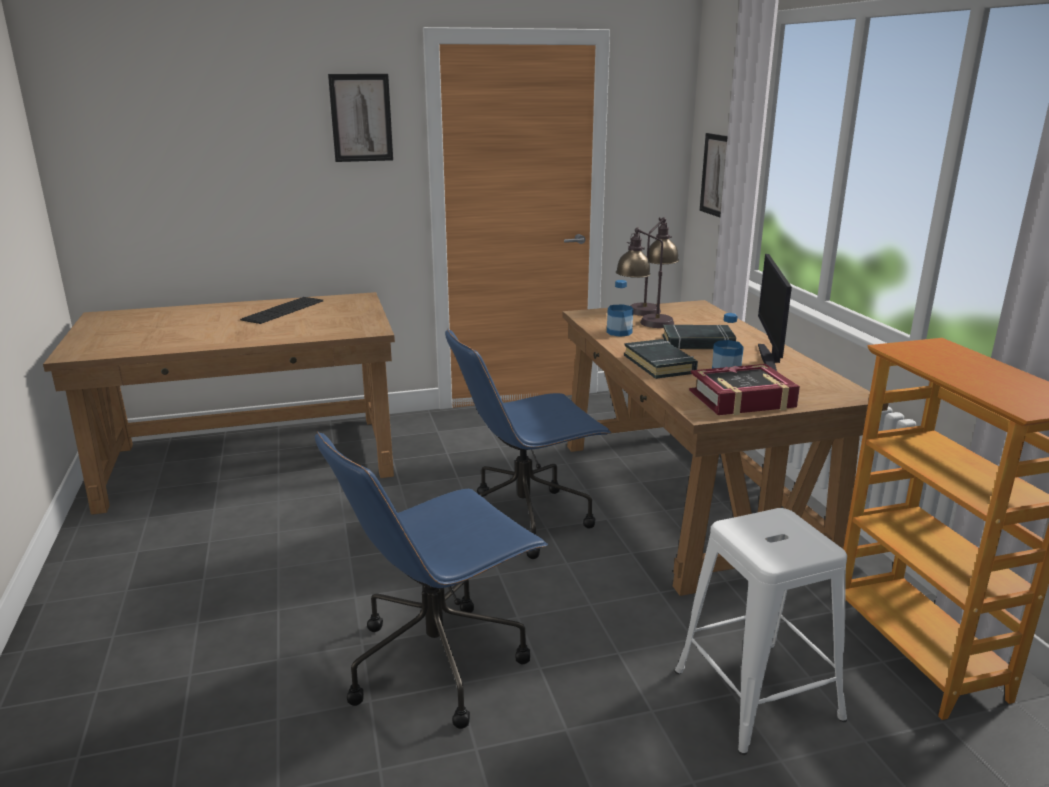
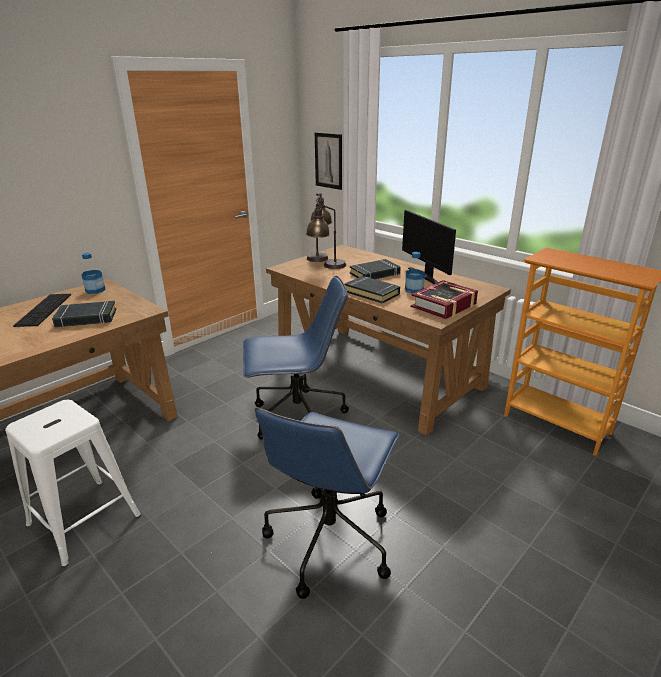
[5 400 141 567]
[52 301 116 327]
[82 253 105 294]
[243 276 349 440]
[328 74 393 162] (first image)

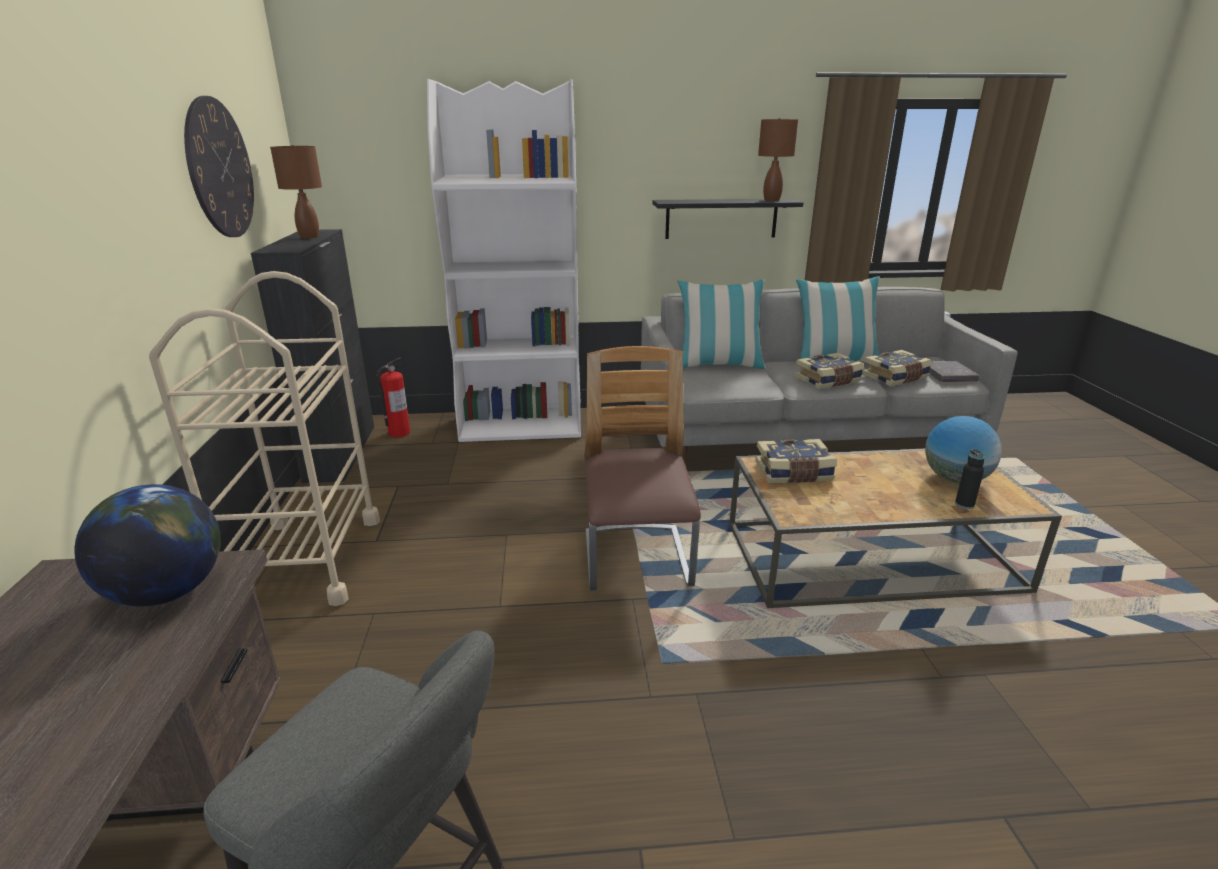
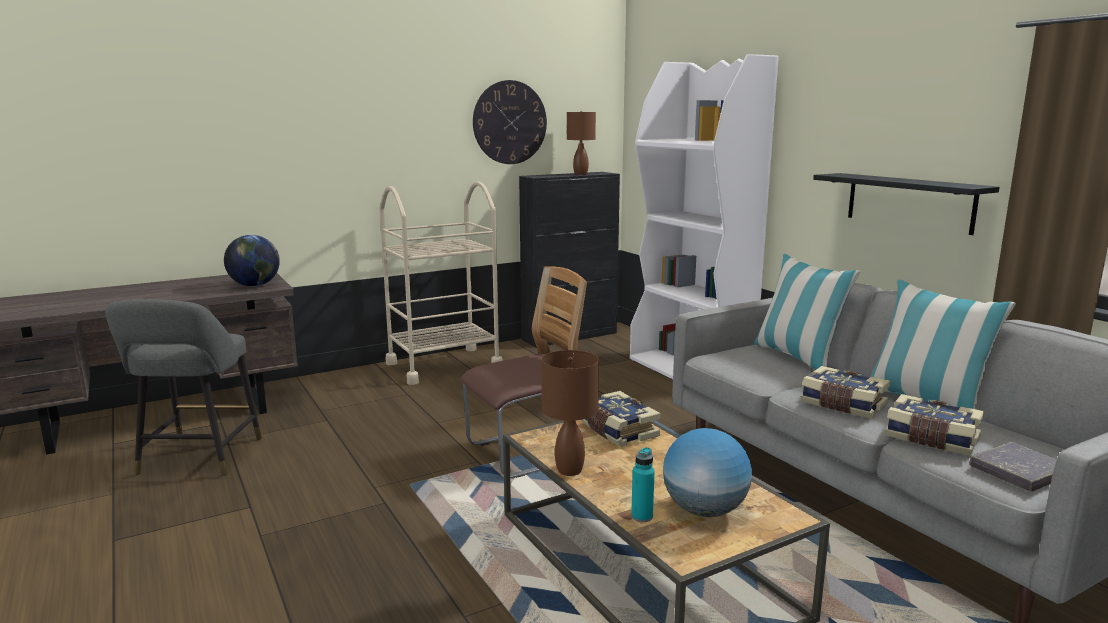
[541 350 599 476]
[631 447 655 522]
[377 357 411 438] (first image)

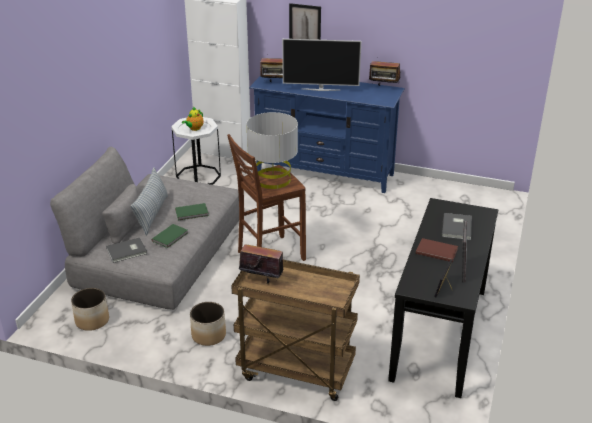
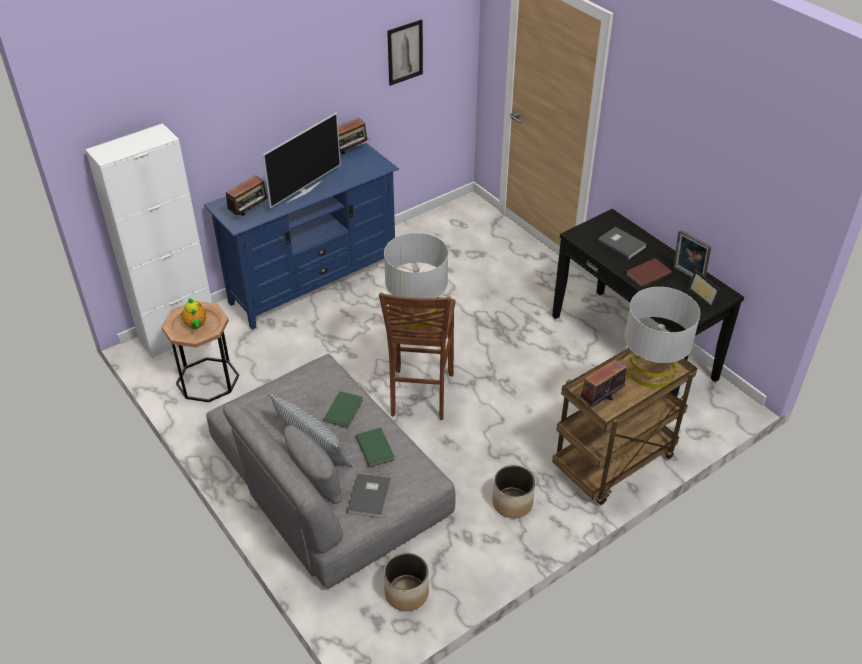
[161 301 239 402]
[387 19 423 86]
[624 287 700 388]

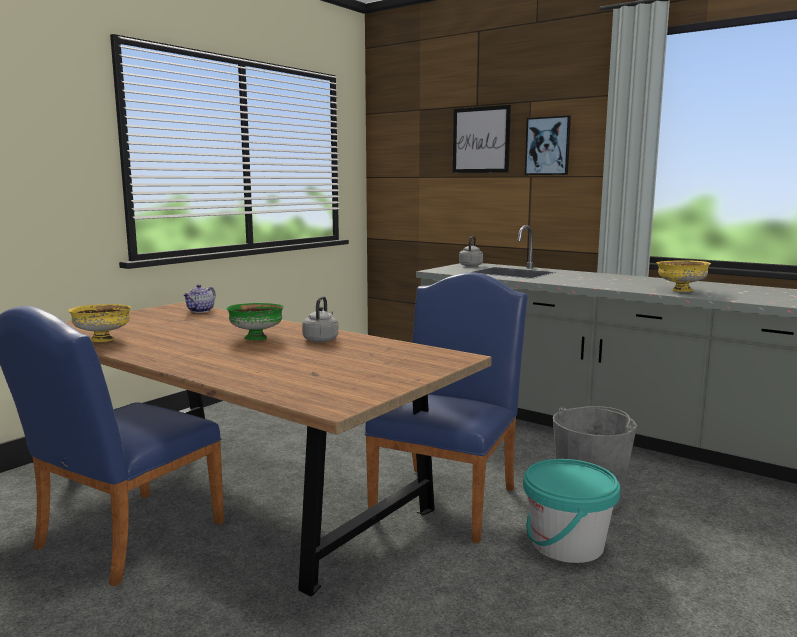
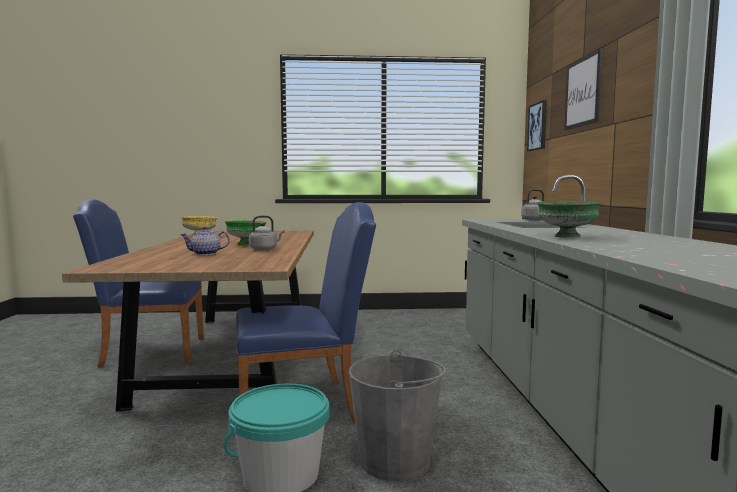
[181 227 230 255]
[527 100 547 151]
[537 201 601 237]
[657 260 711 292] (first image)

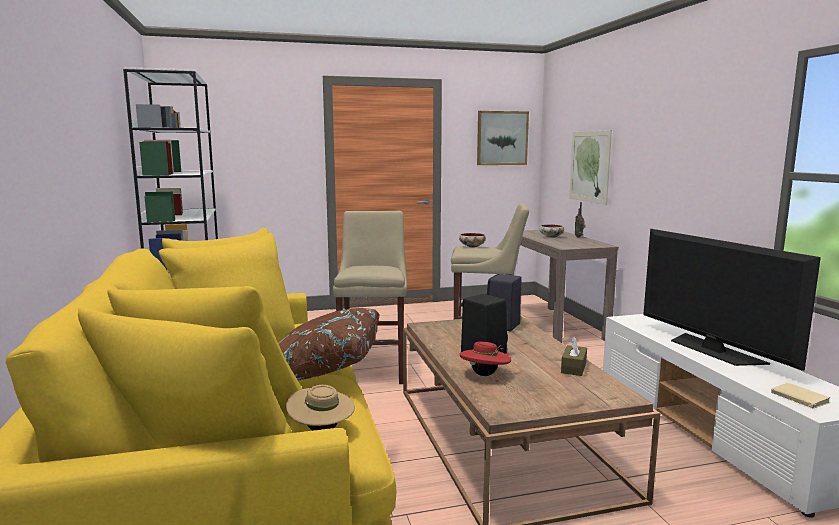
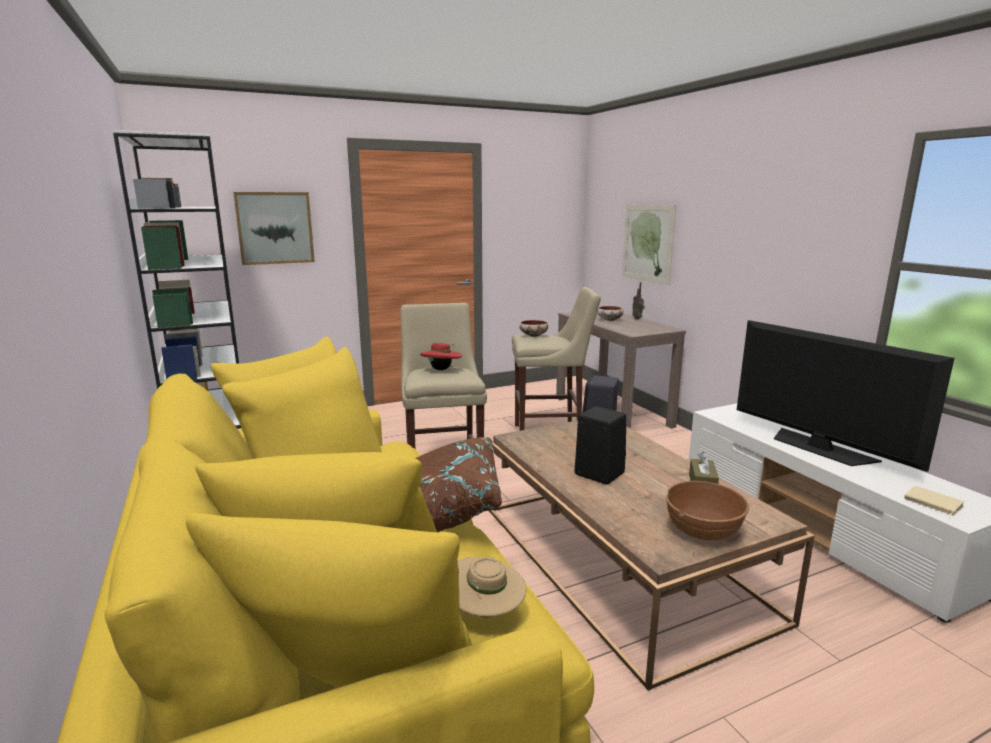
[233 192 315 265]
[420 343 462 370]
[666 481 749 540]

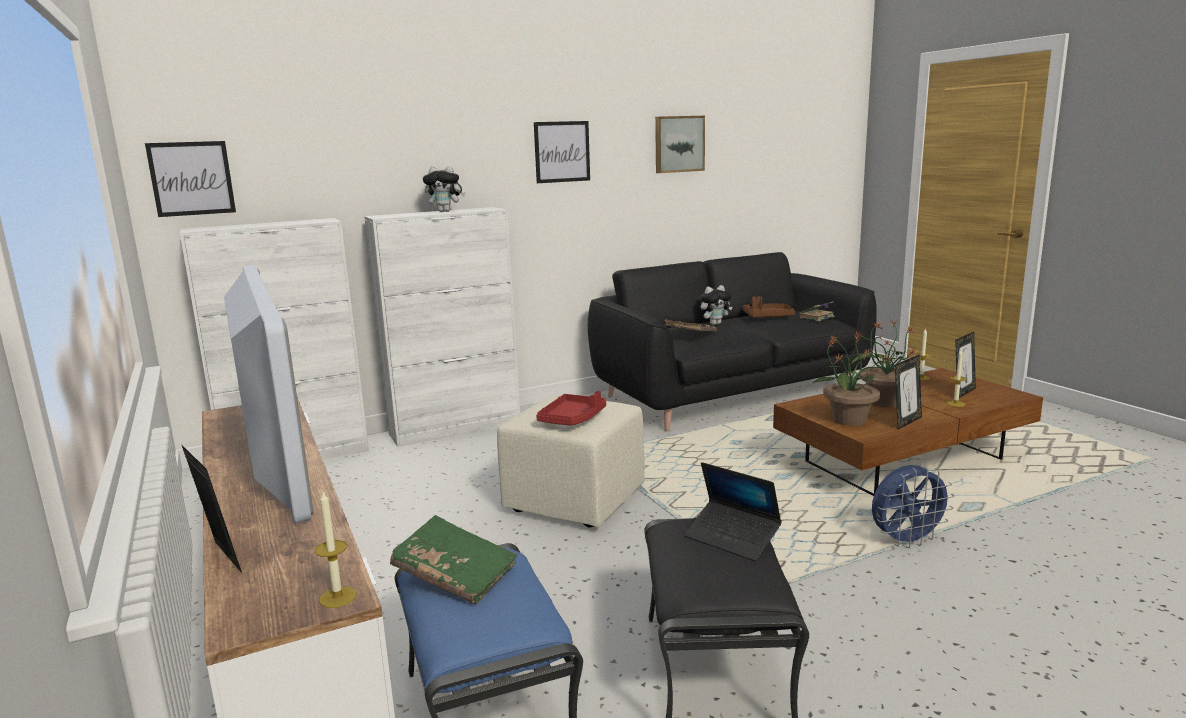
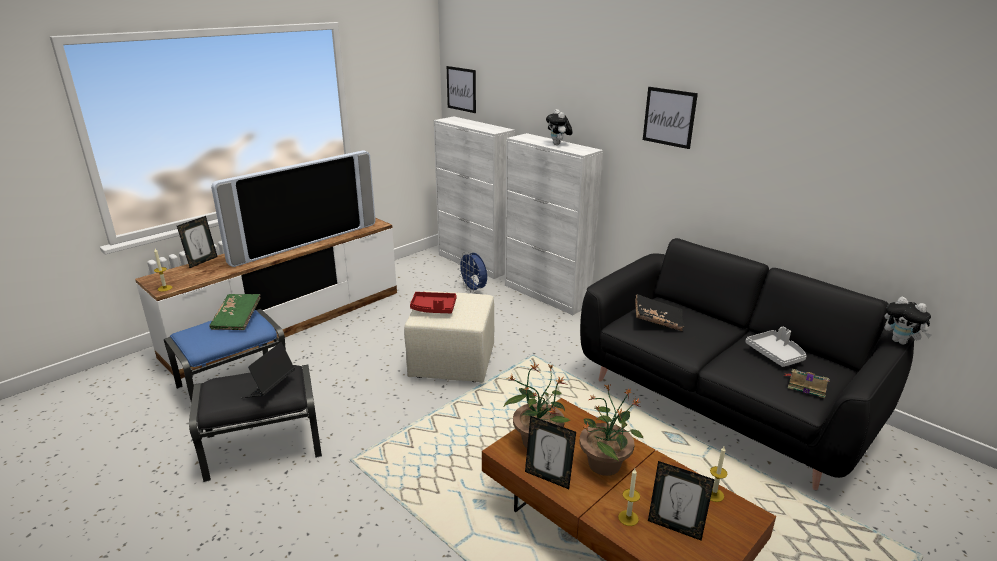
[457 252 487 293]
[745 327 807 367]
[884 297 932 345]
[655 116 705 173] (first image)

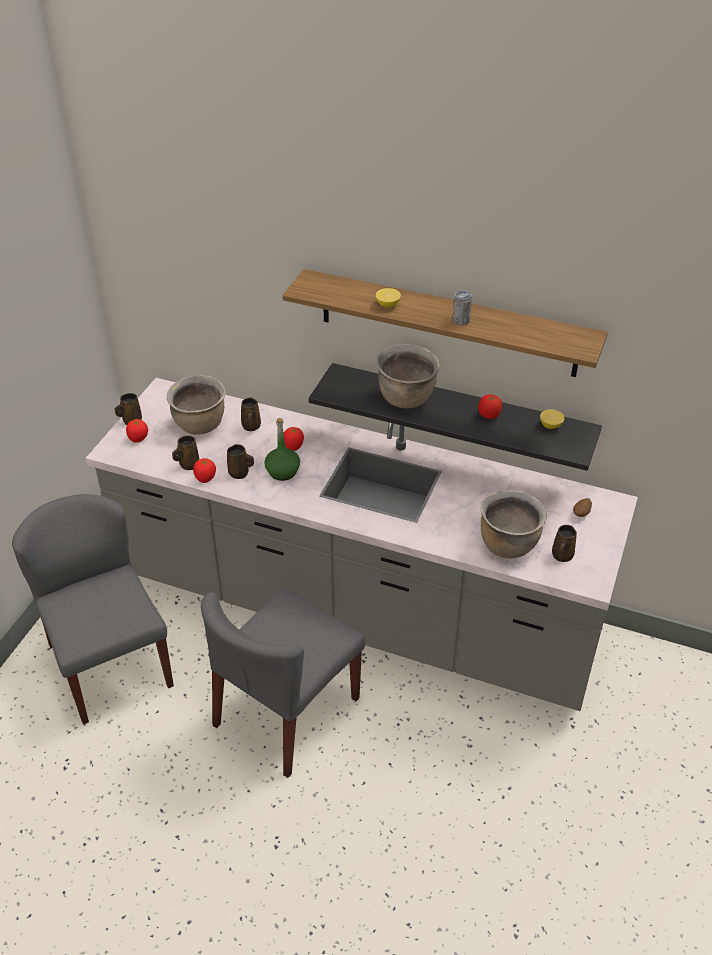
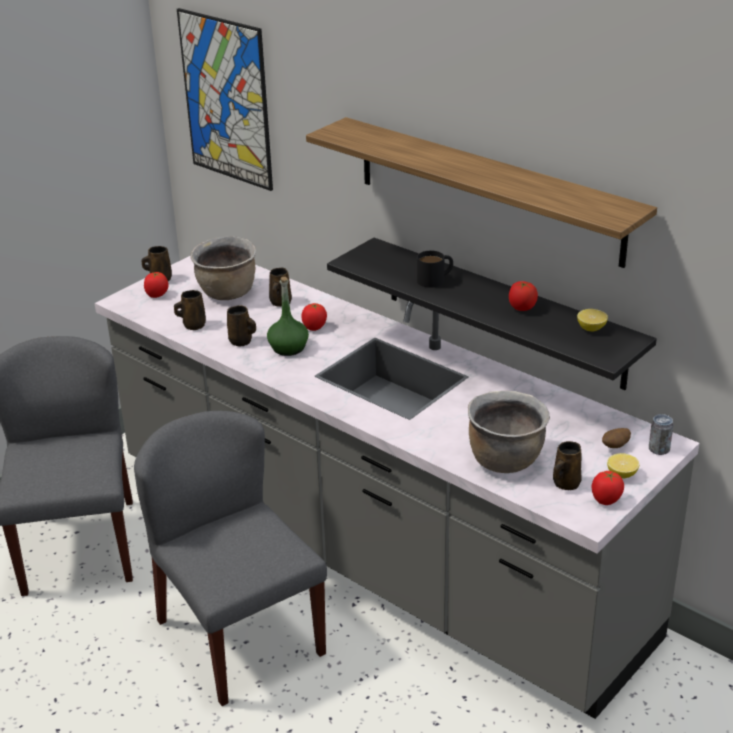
[134 411 327 706]
[177 8 273 191]
[417 251 453 288]
[592 471 624 505]
[607 453 639 478]
[649 414 673 455]

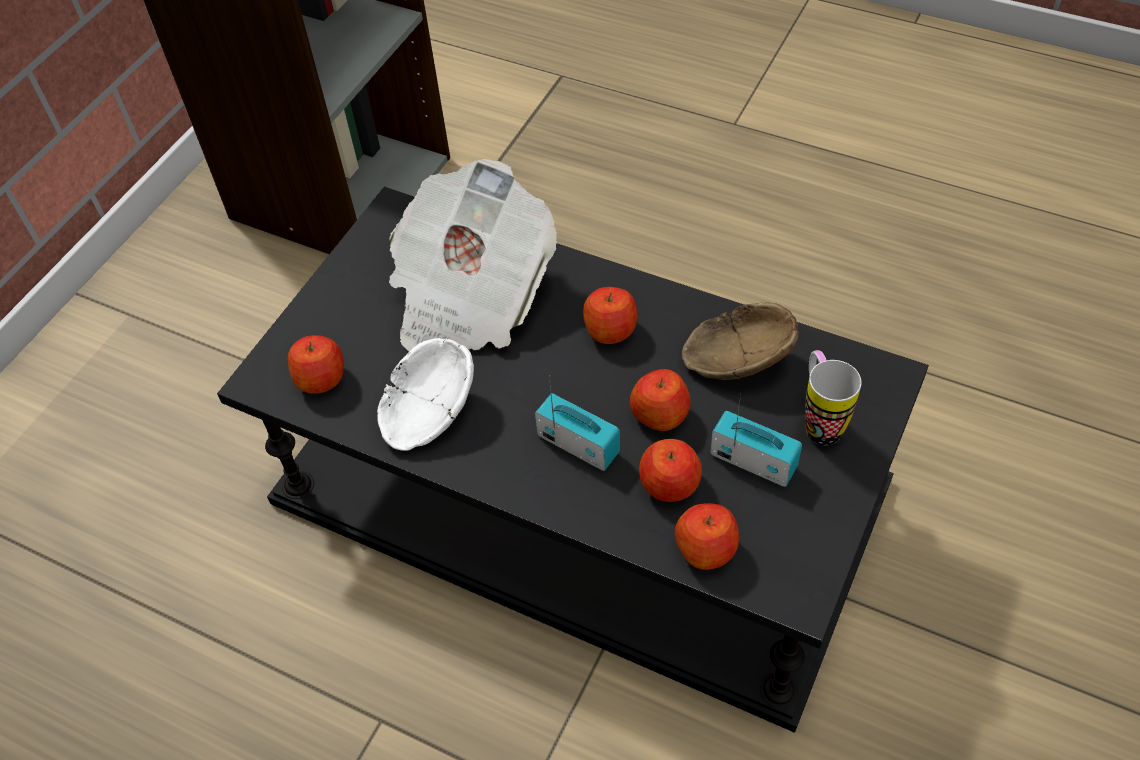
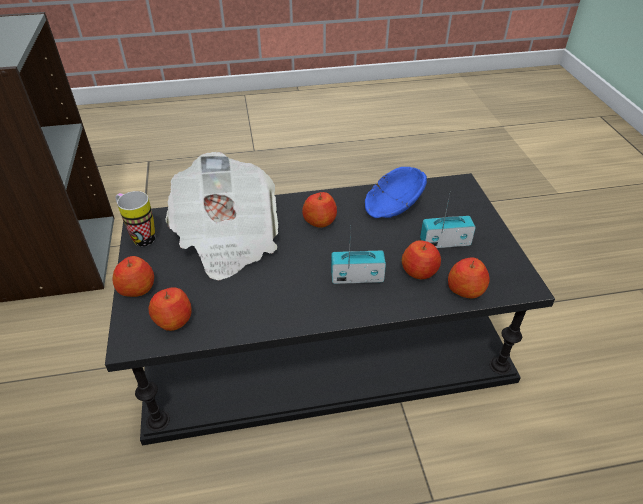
[113 256 154 297]
[115 191 155 247]
[365 167 427 218]
[377 338 474 451] (first image)

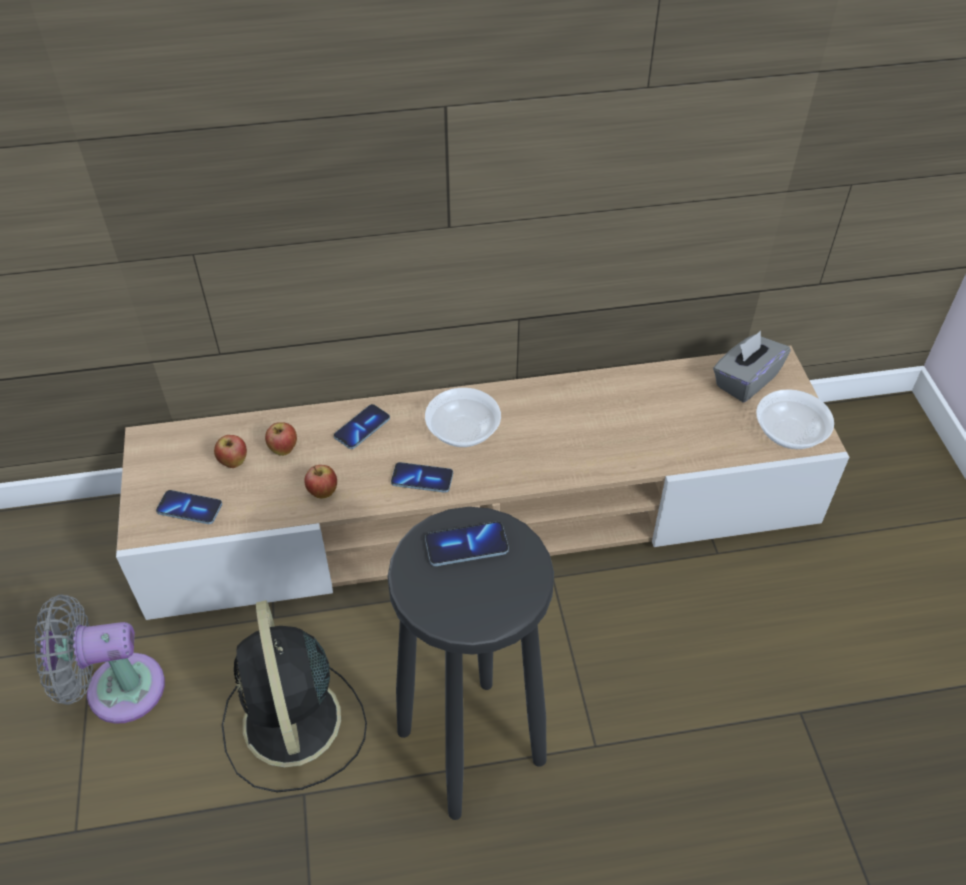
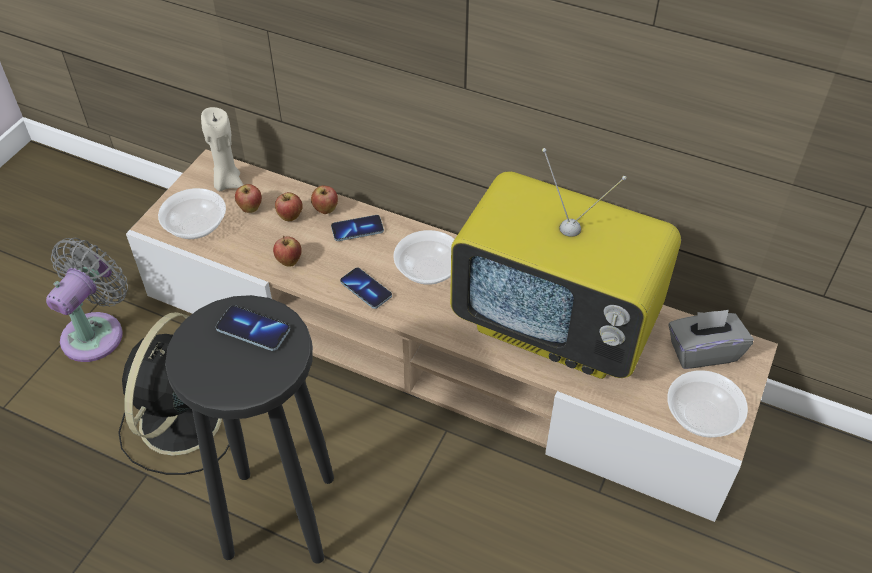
[46 238 128 362]
[158 188 226 239]
[201 107 243 191]
[311 185 338 214]
[450 148 681 379]

